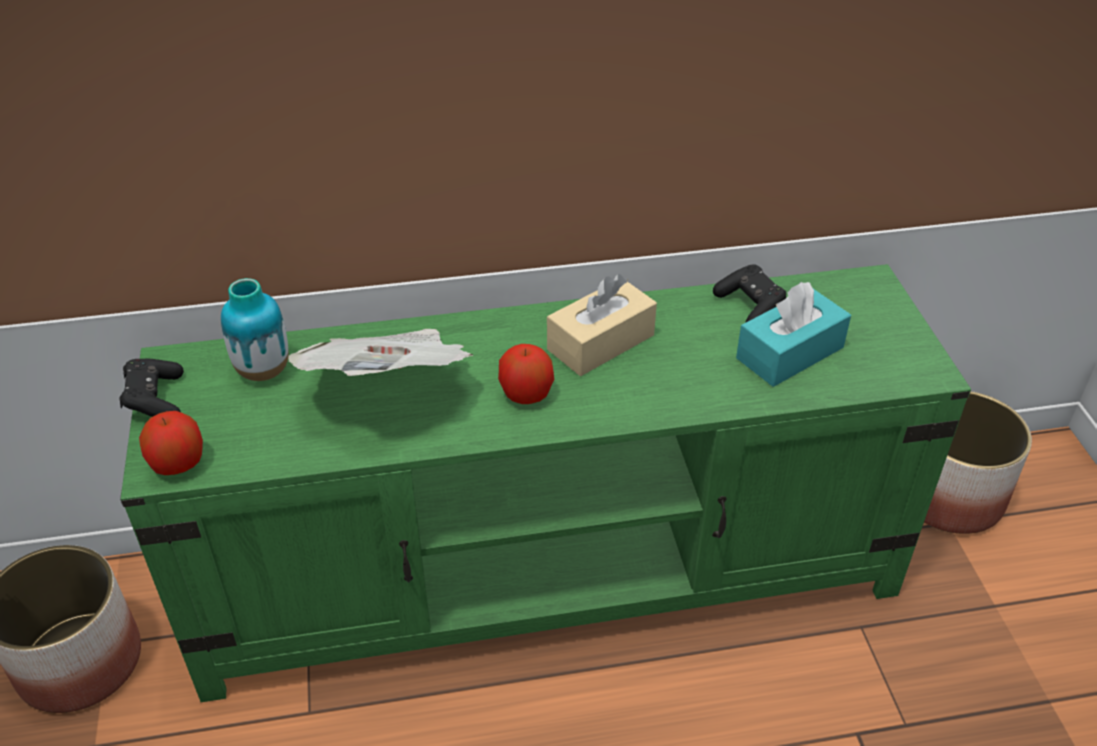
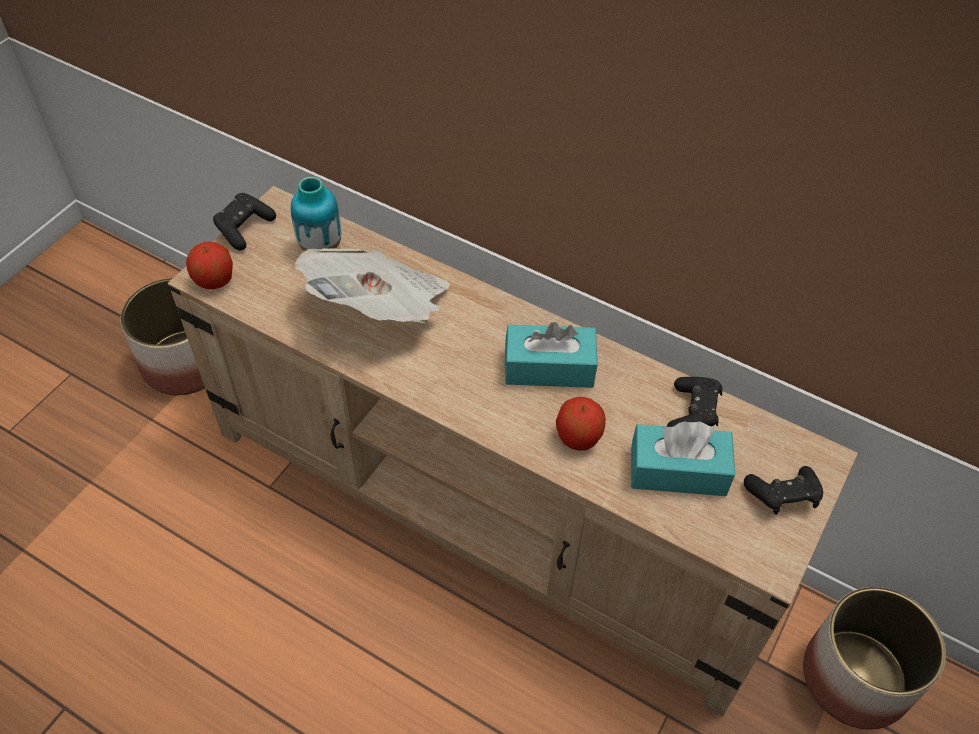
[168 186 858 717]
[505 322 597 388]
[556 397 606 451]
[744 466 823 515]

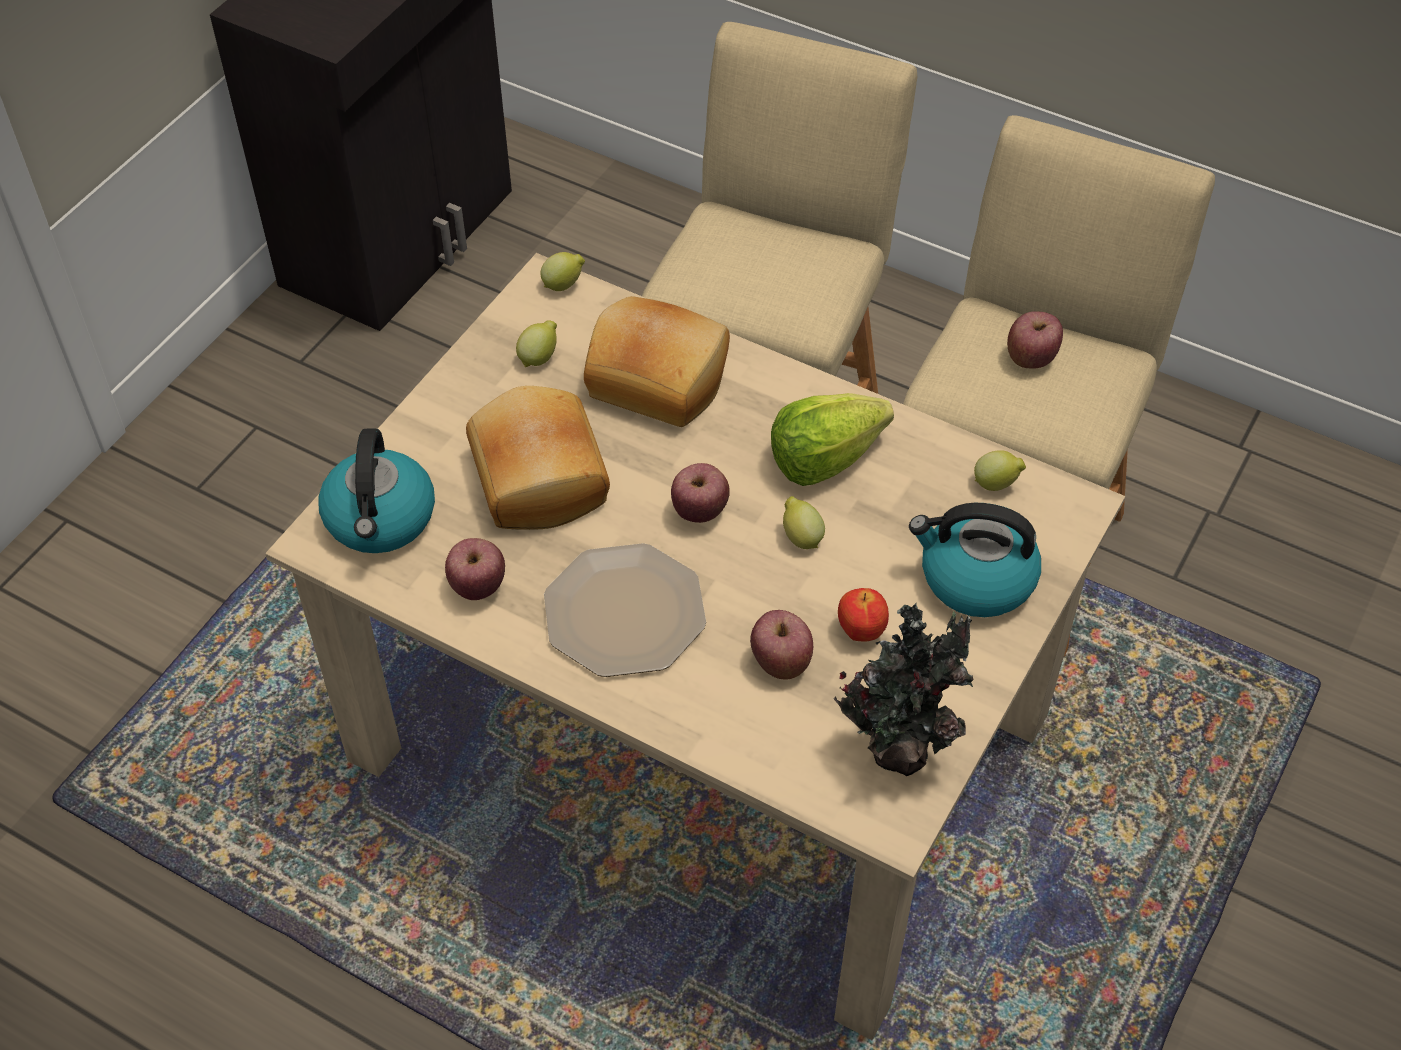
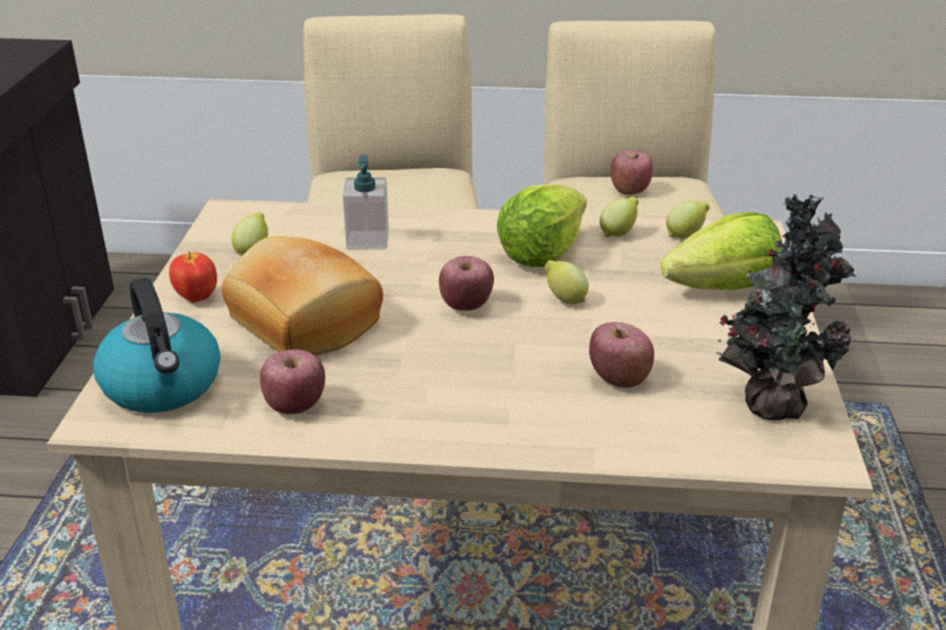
[169 251 217 303]
[343 154 389 250]
[600 197 639 237]
[661 212 782 290]
[544 543 706 677] (first image)

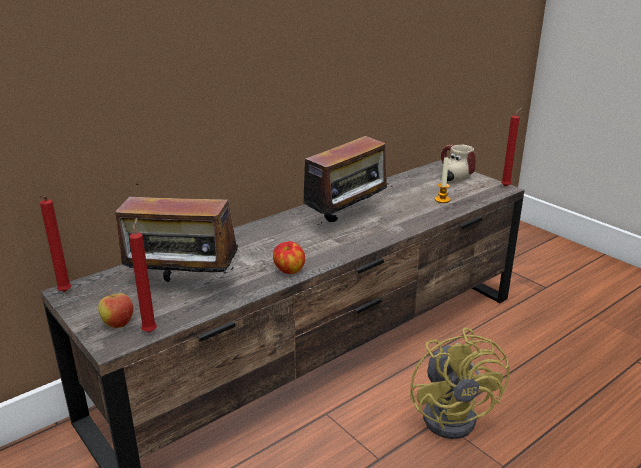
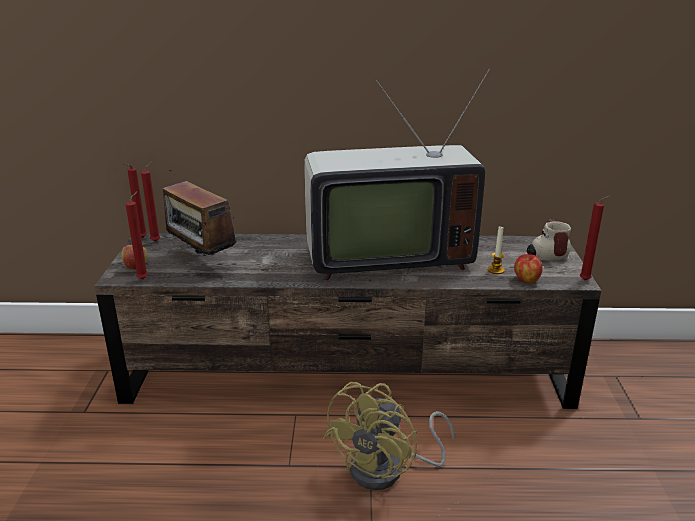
[141 162 160 242]
[304 69 490 280]
[514 254 543 283]

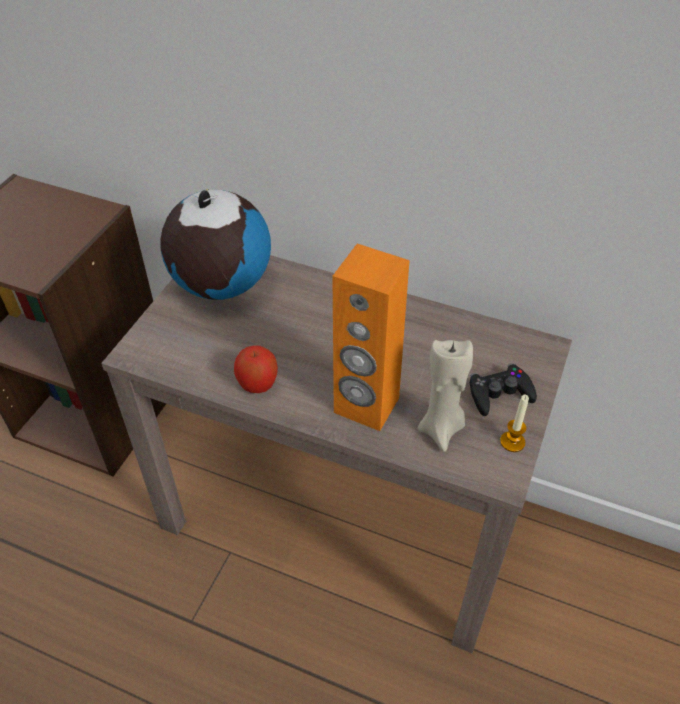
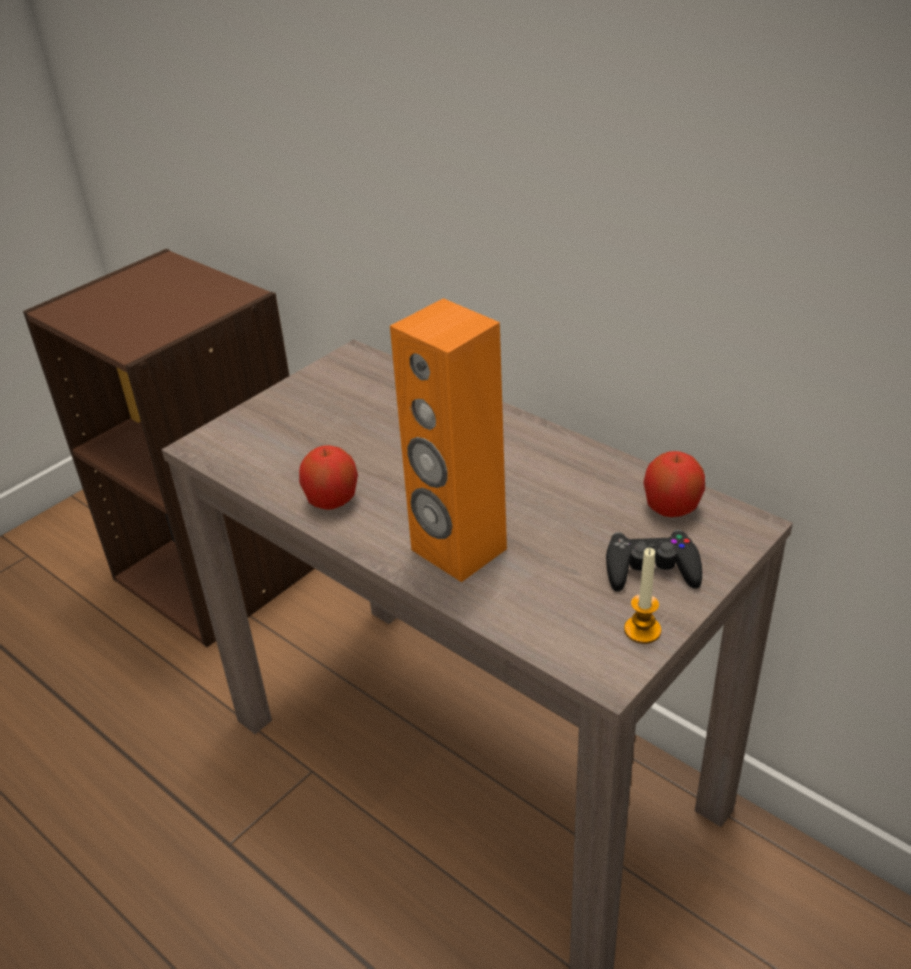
[643 451 705 517]
[160 189 271 300] (first image)
[417 340 473 452] (first image)

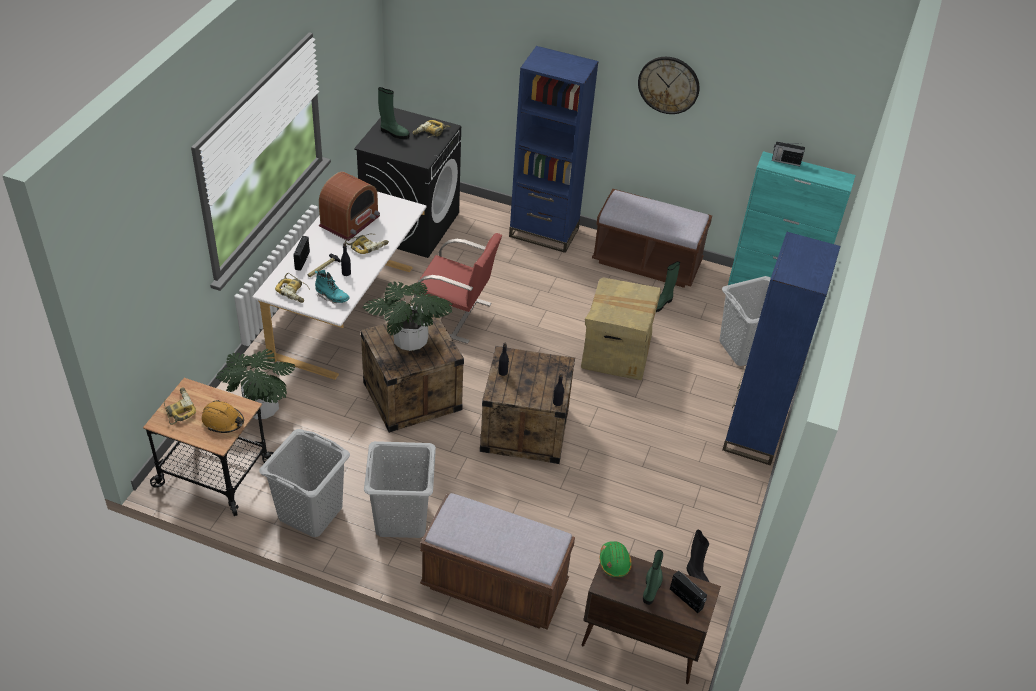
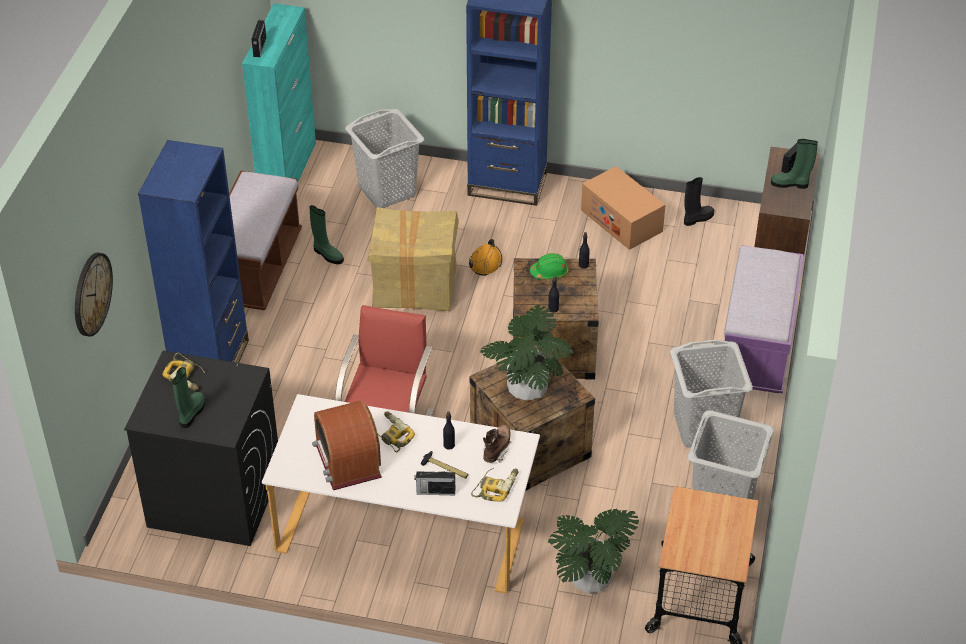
[75 253 113 337]
[312 400 382 490]
[469 239 502 276]
[483 425 512 463]
[530 253 569 279]
[581 166 665 250]
[724 245 804 394]
[164 387 196 425] (first image)

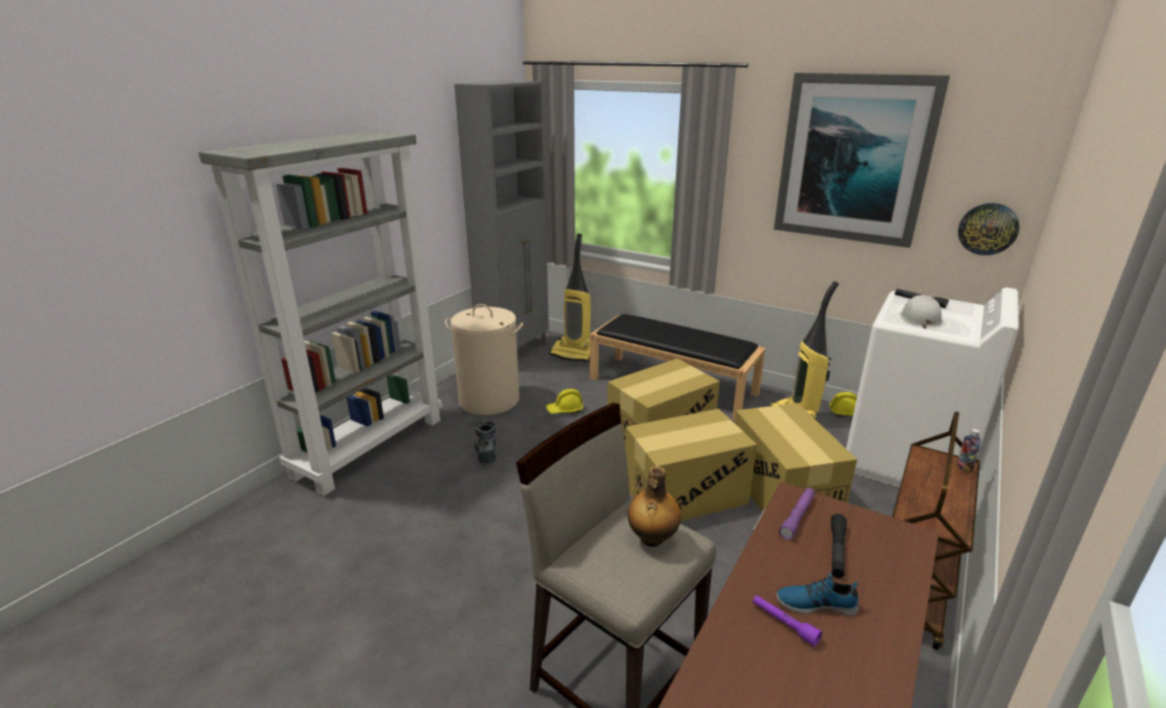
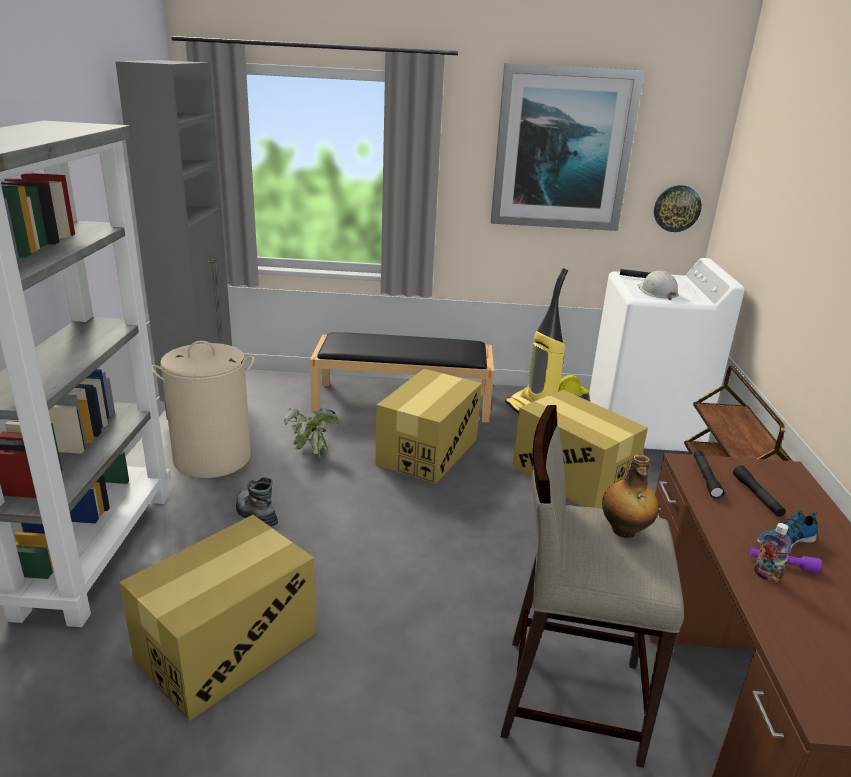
[119 515 316 721]
[284 408 340 458]
[694 451 724 499]
[754 523 791 583]
[549 233 591 362] (first image)

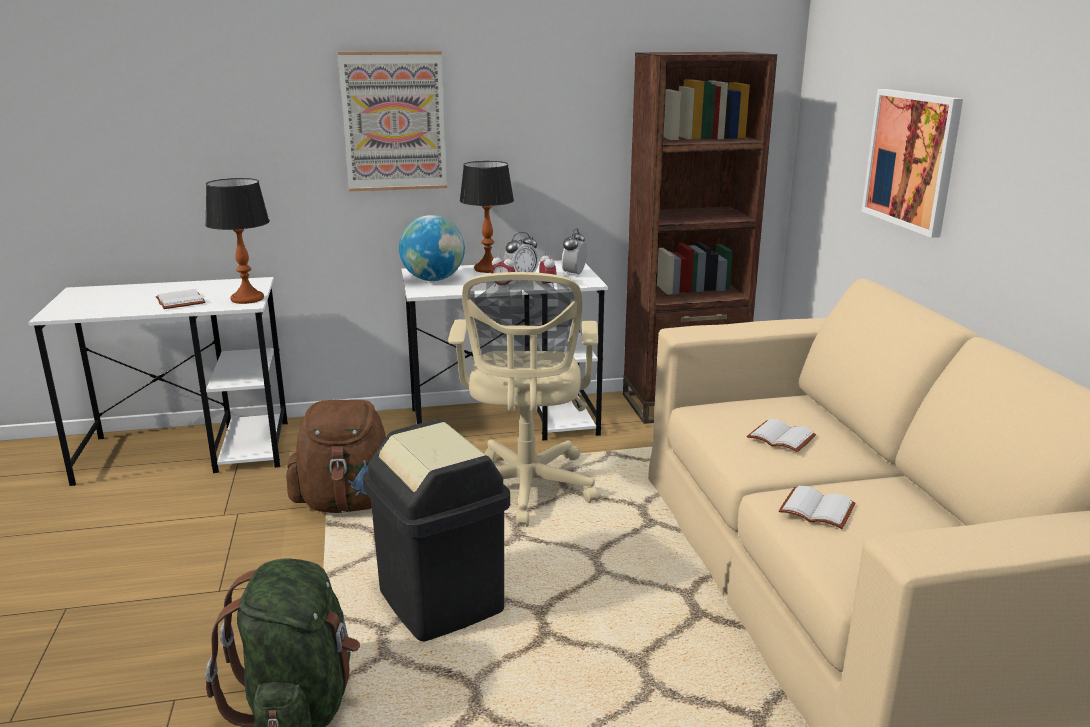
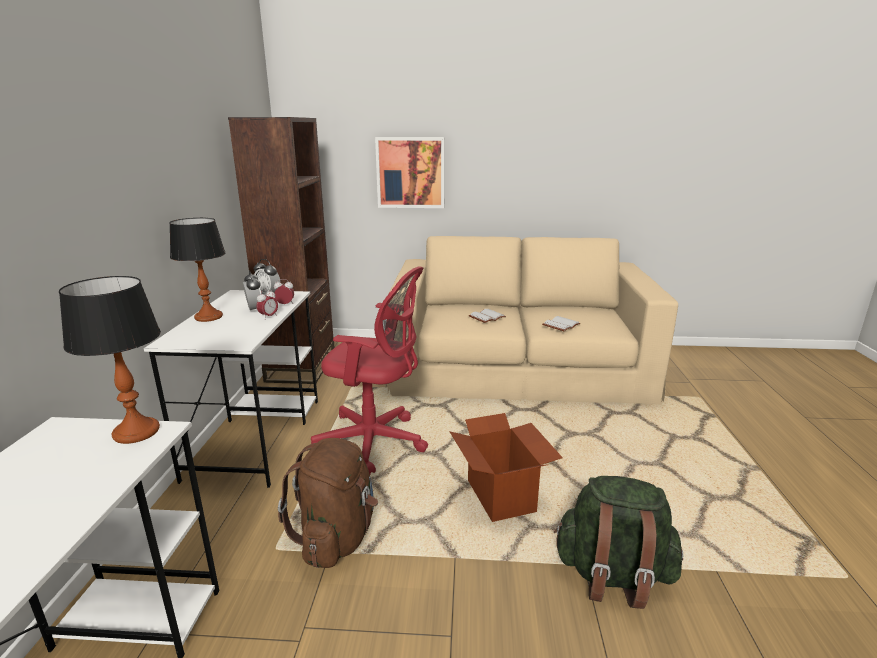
[311 266 428 474]
[450 413 563 522]
[156 289 205 309] (first image)
[338 51 447 191] (first image)
[399 215 465 281] (first image)

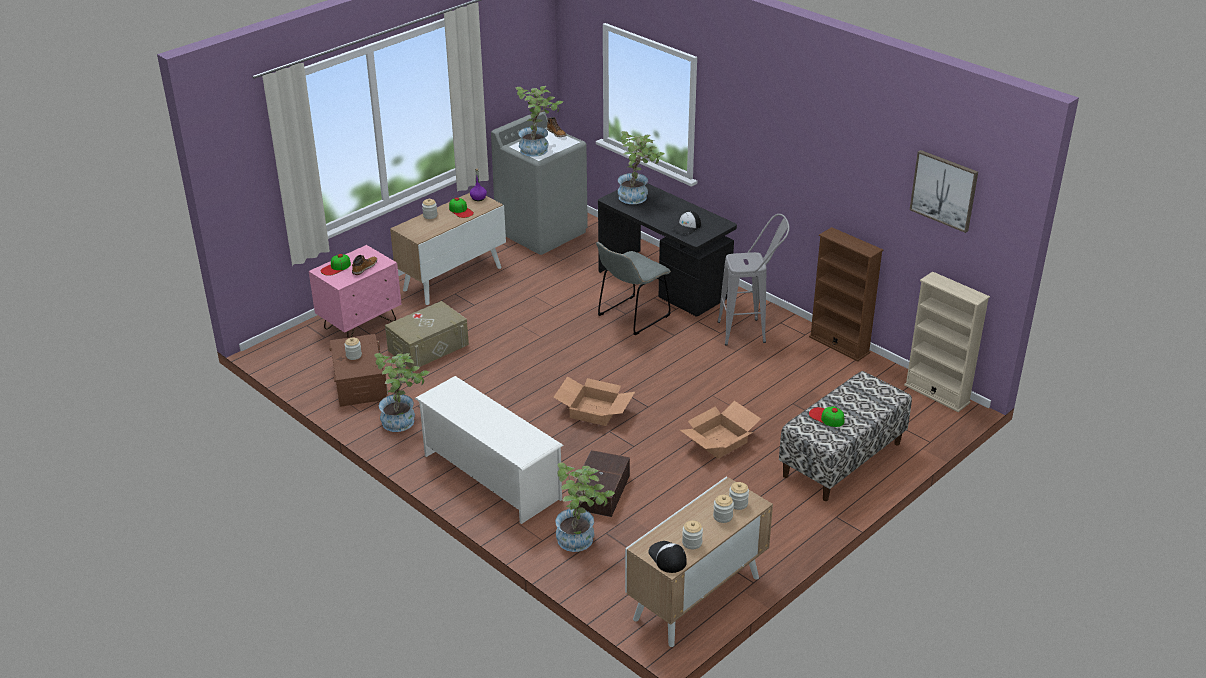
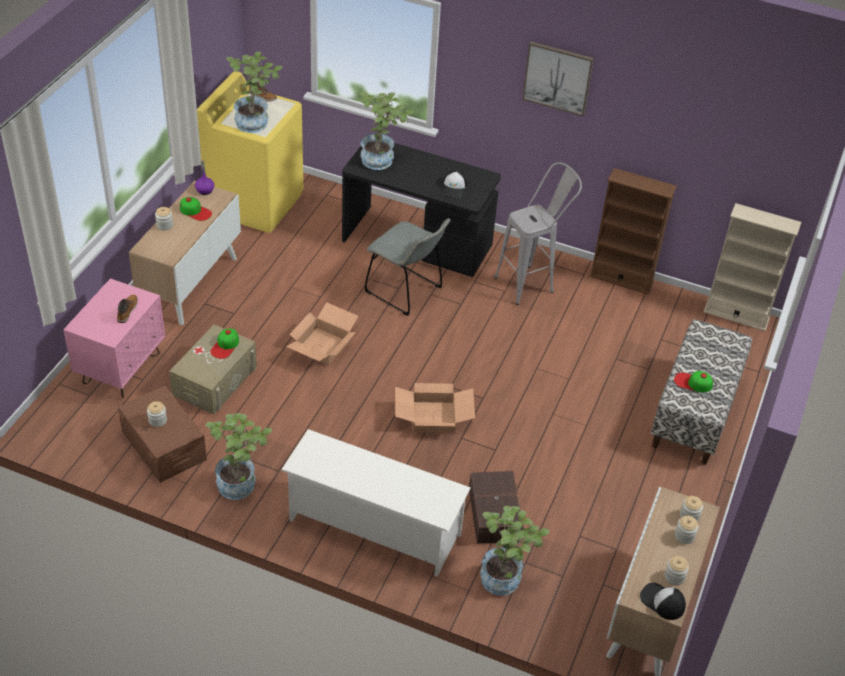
[197 71 303 233]
[210 329 239 359]
[286 302 359 365]
[365 218 450 316]
[522 41 594 116]

